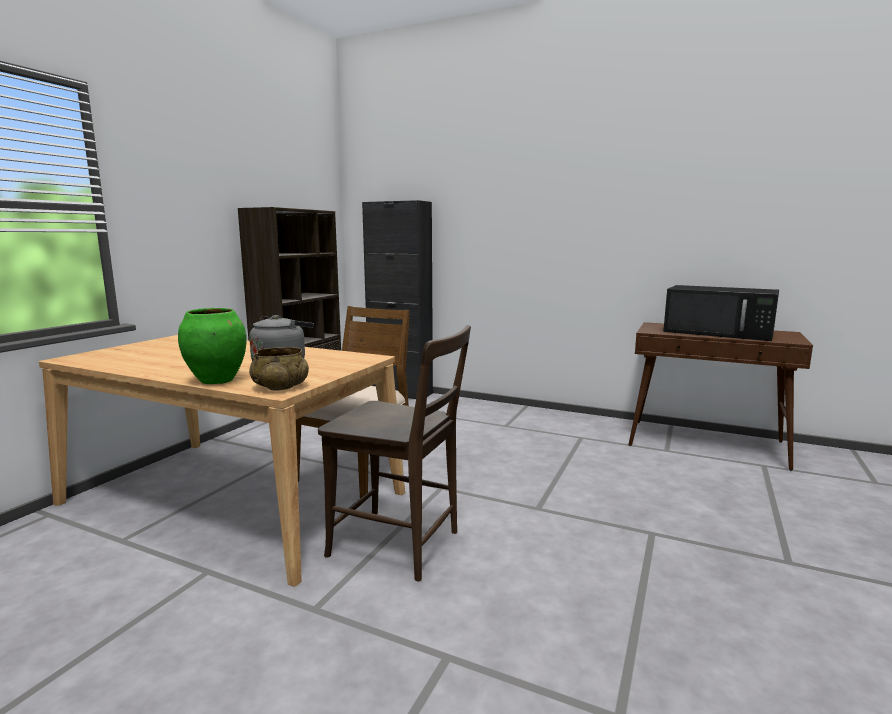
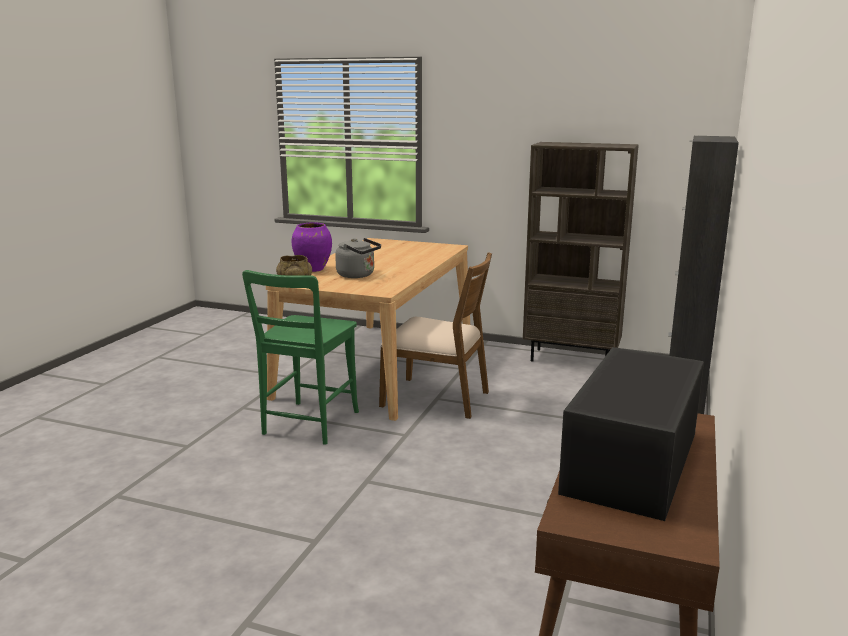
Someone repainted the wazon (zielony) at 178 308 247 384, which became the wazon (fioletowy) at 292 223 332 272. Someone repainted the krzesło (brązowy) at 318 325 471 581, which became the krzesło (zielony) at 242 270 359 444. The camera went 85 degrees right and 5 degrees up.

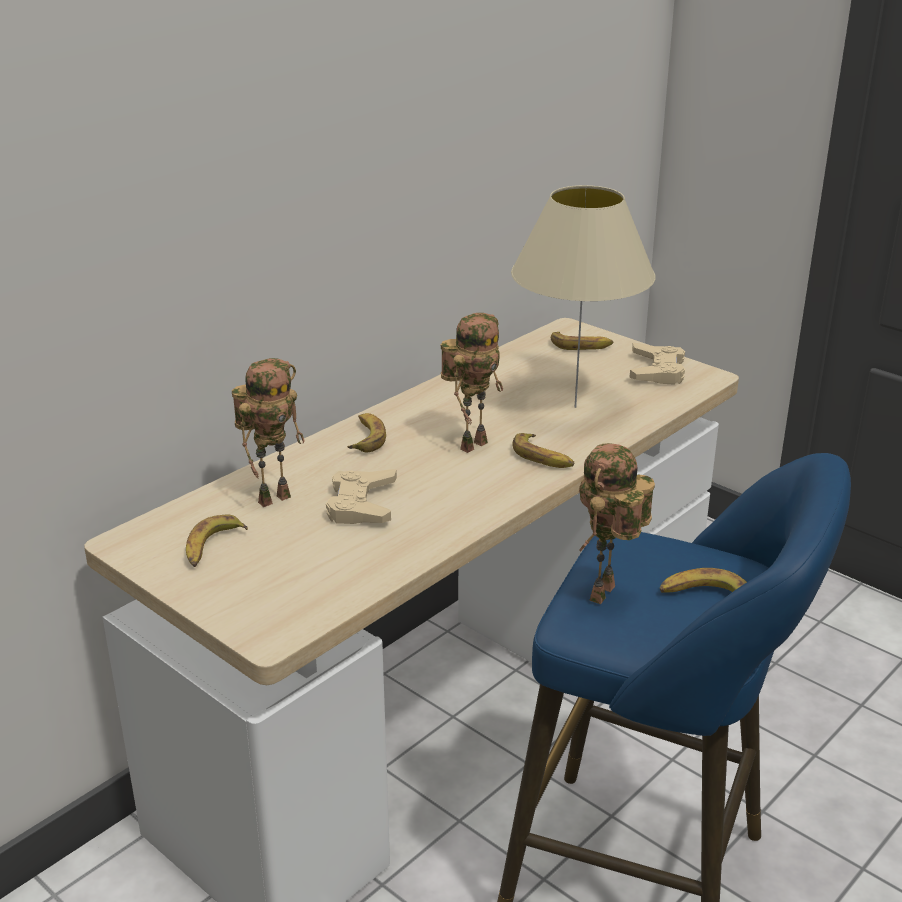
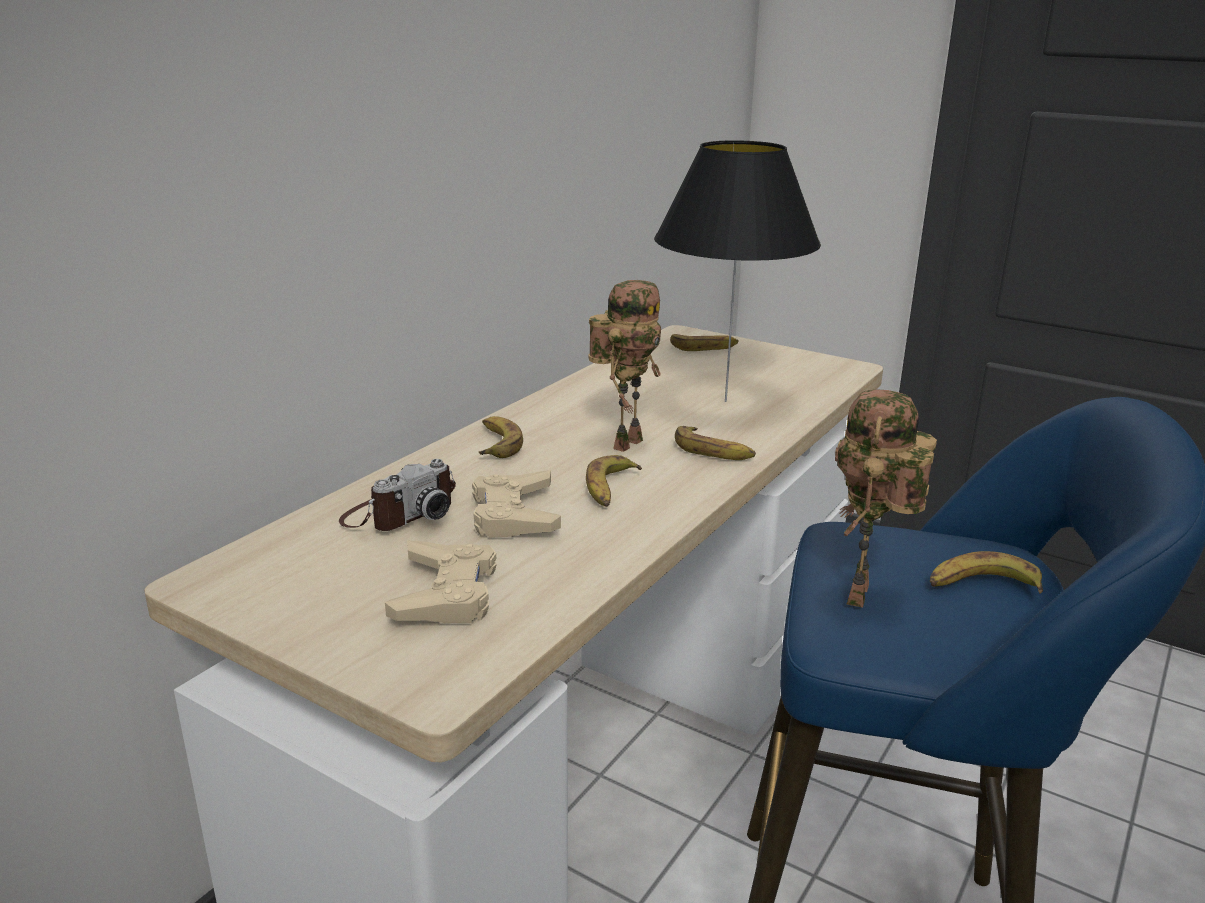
Someone repainted the lampa stołowa (beżowy) at 511 185 655 408, which became the lampa stołowa (czarny) at 654 140 821 402. Someone carried the pad do gier (beżowy) from 629 342 685 385 to 385 541 497 623. Someone swapped the robot zabawkowy at 232 358 305 507 for the aparat fotograficzny at 339 459 456 531. Someone carried the banan from 186 514 248 567 to 586 455 642 507. The camera went 10 degrees left and 5 degrees down.

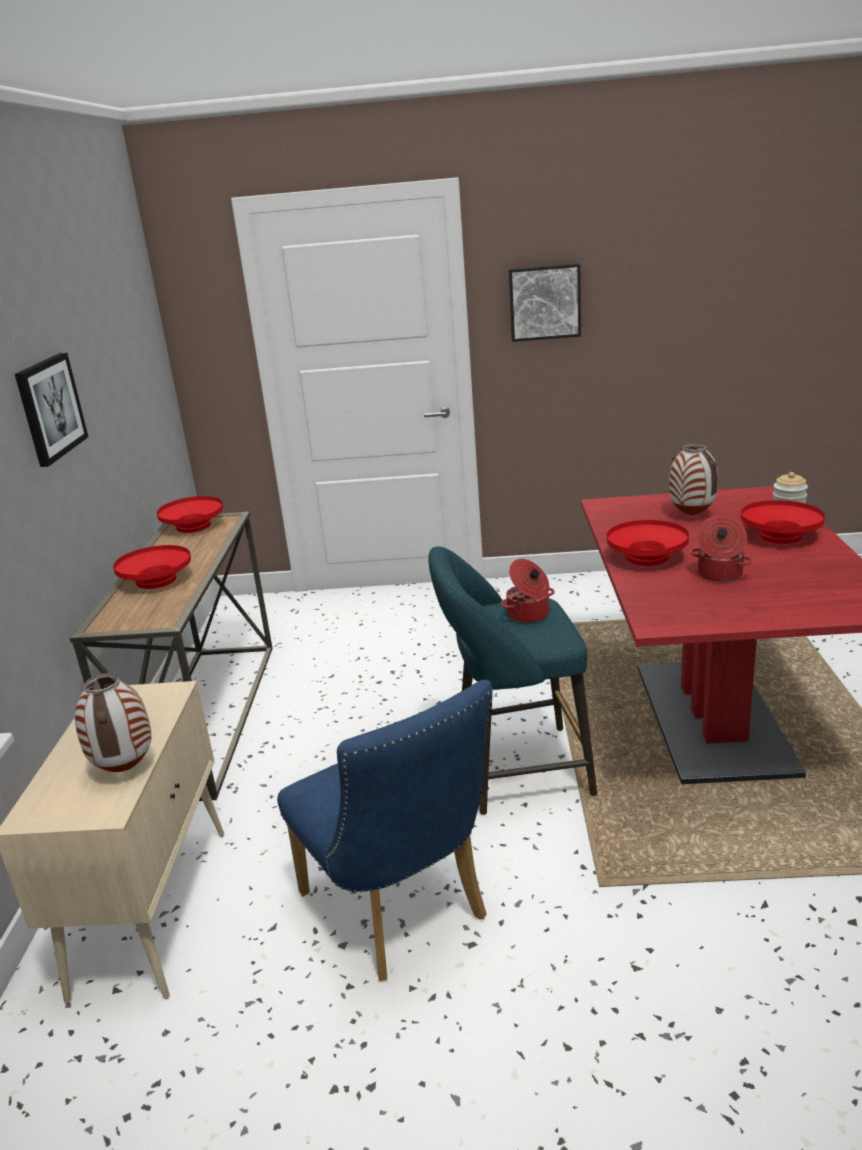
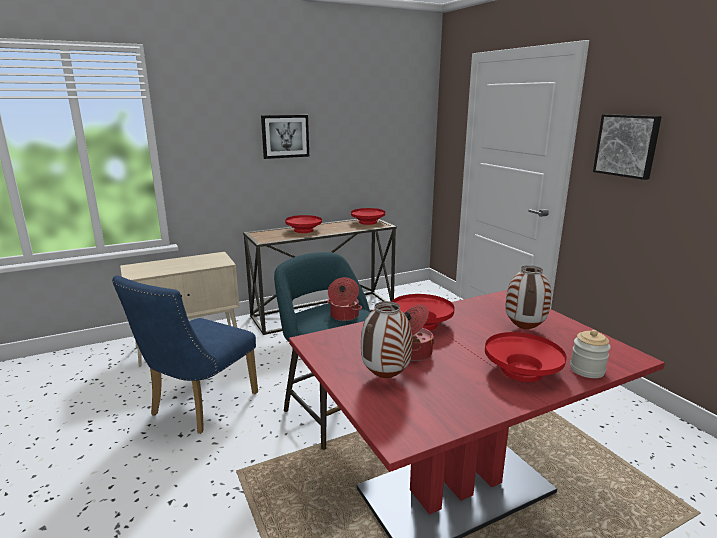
Someone carried the wazon from 75 673 151 772 to 361 301 412 378. The camera went 60 degrees right and 5 degrees down.

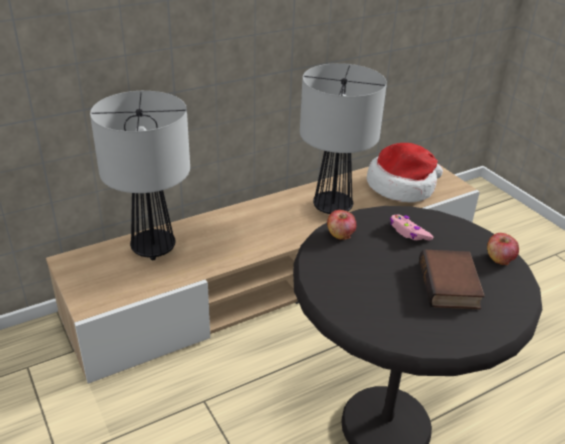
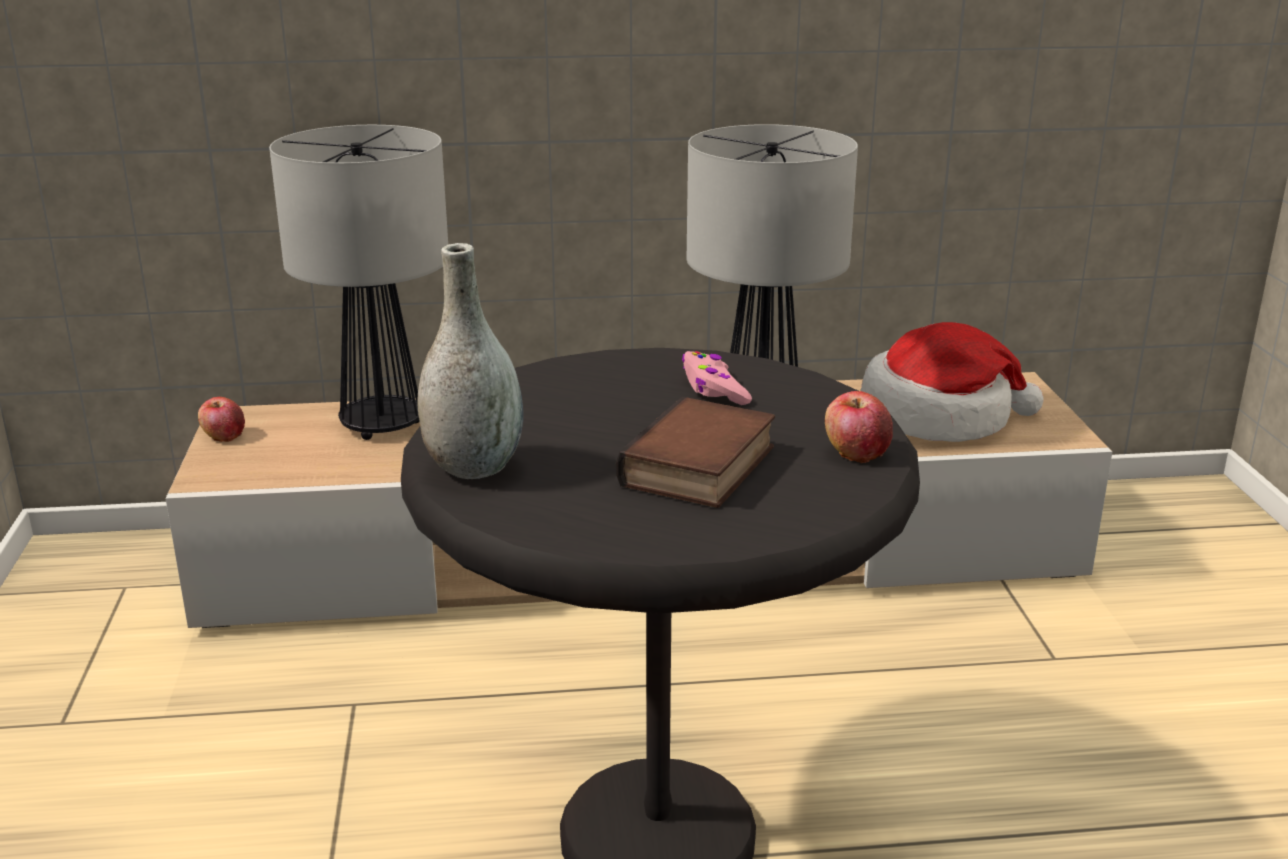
Someone carried the jabłko from 327 210 357 240 to 198 397 245 442. Someone put down the wazon (szary) at 418 243 523 479. The camera went 25 degrees right and 10 degrees down.

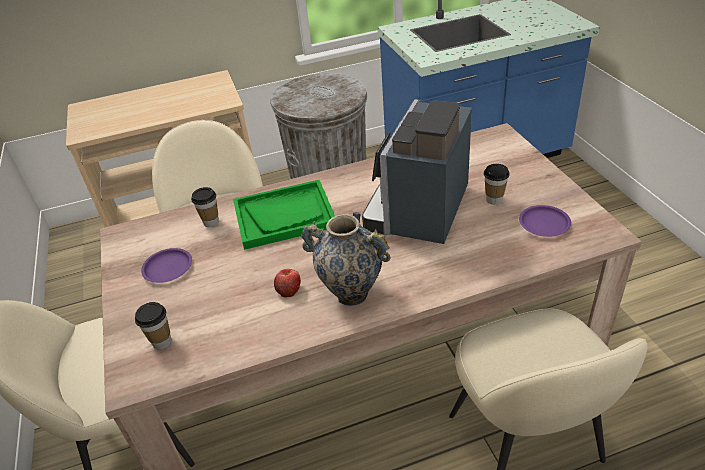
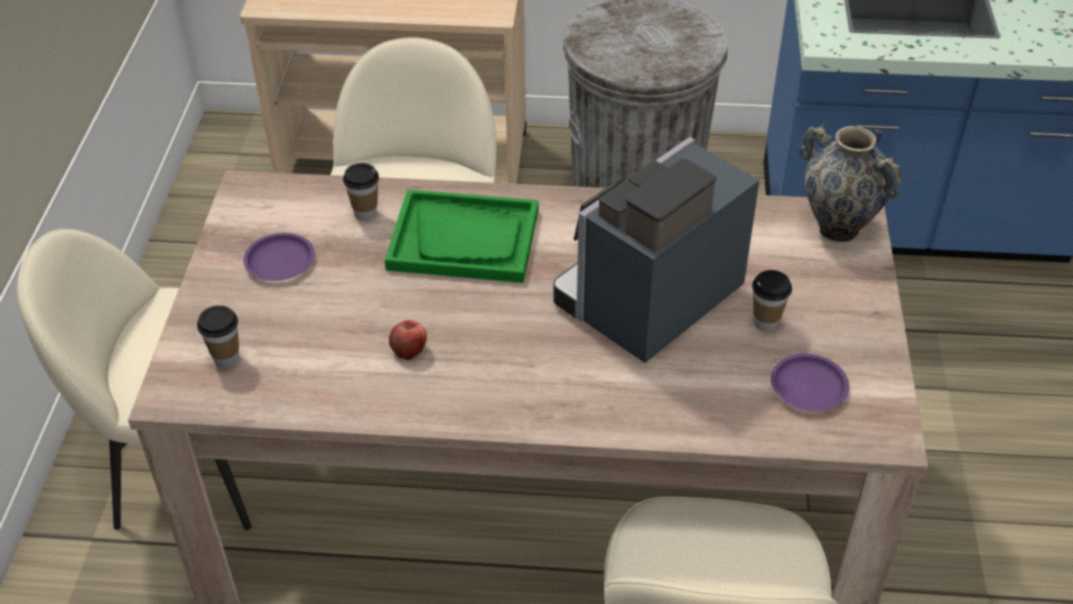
Someone carried the wazon from 301 212 391 306 to 799 124 902 242. The camera went 20 degrees right and 5 degrees up.

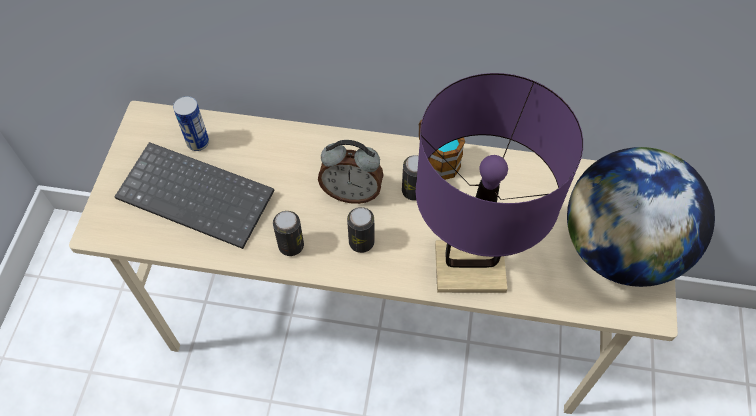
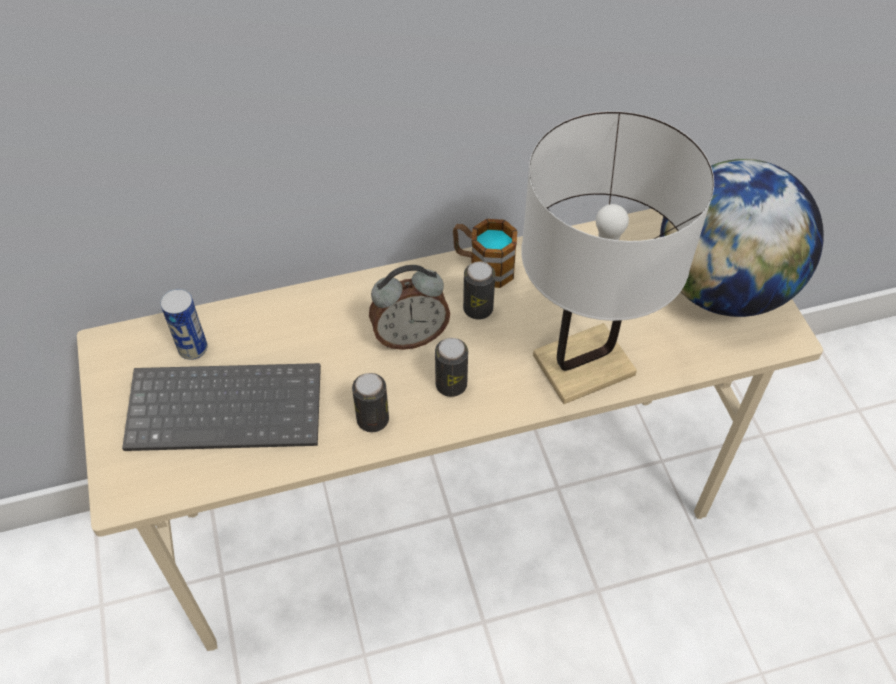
Someone repainted the lampa stołowa (fioletowy) at 416 73 583 293, which became the lampa stołowa (biały) at 521 111 714 404. The camera went 25 degrees left and 5 degrees down.

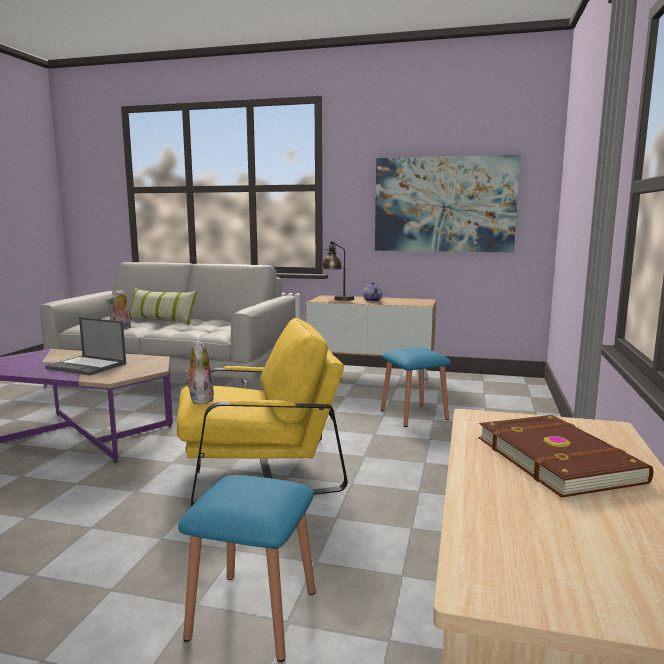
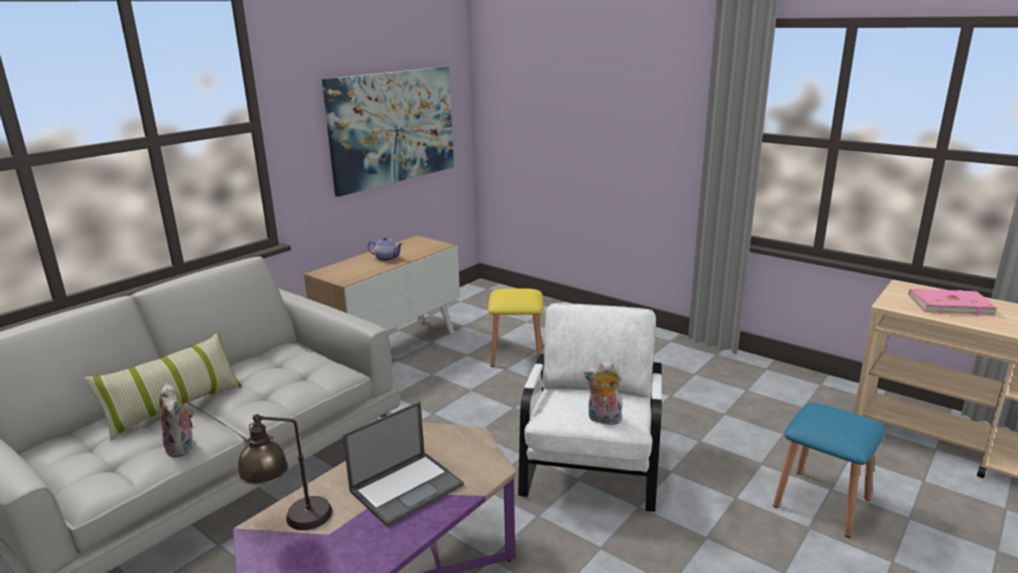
Someone carried the lampa stołowa from 322 241 354 301 to 237 414 332 530. Someone repainted the fotel (żółty) at 177 318 347 506, which became the fotel (biały) at 518 303 662 512. Someone repainted the stołek (niebieski) at 381 347 451 427, which became the stołek (żółty) at 488 288 543 367. Someone repainted the książka (brązowy) at 479 415 653 498, which became the książka (różowy) at 908 289 997 315. The camera went 65 degrees left and 10 degrees up.

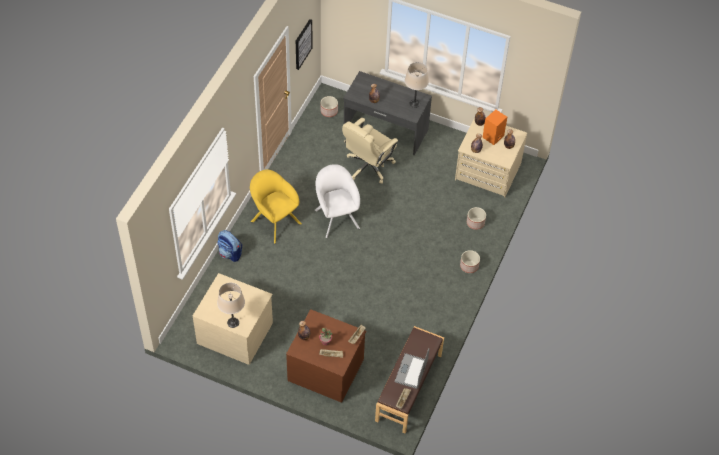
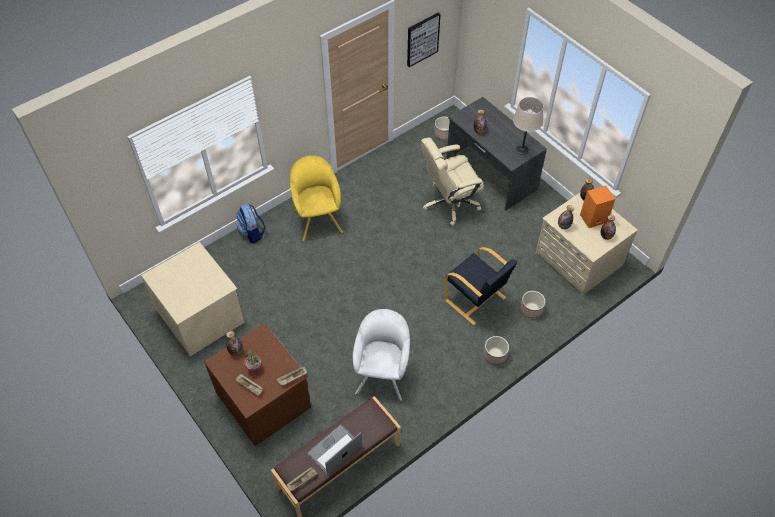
Someone carried the fotel (biały) from 315 164 360 238 to 353 309 410 401. Someone took away the lampa stołowa (beżowy) at 217 283 245 328. Someone put down the fotel (czarny) at 444 247 518 326. The camera went 30 degrees right and 0 degrees up.

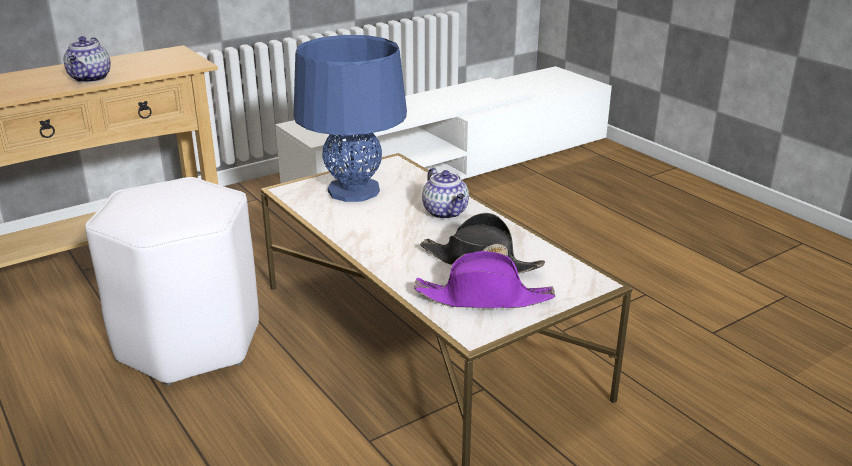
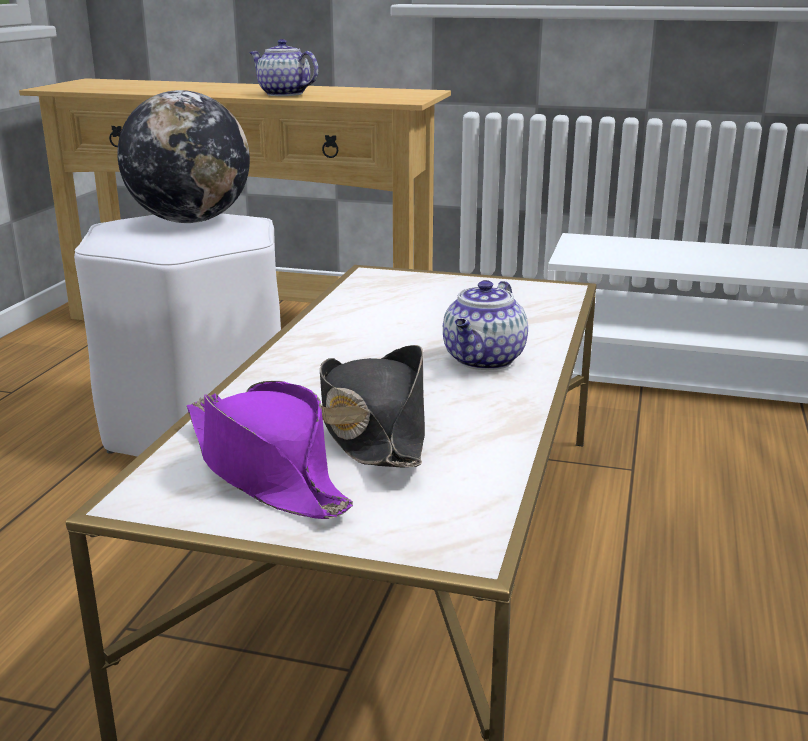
Someone took away the lampa stołowa (niebieski) at 294 35 407 202. Someone rotated the imbryk at 64 36 111 83 by 75 degrees clockwise. Someone put down the globus at 117 90 250 223. The camera went 50 degrees right and 5 degrees down.

